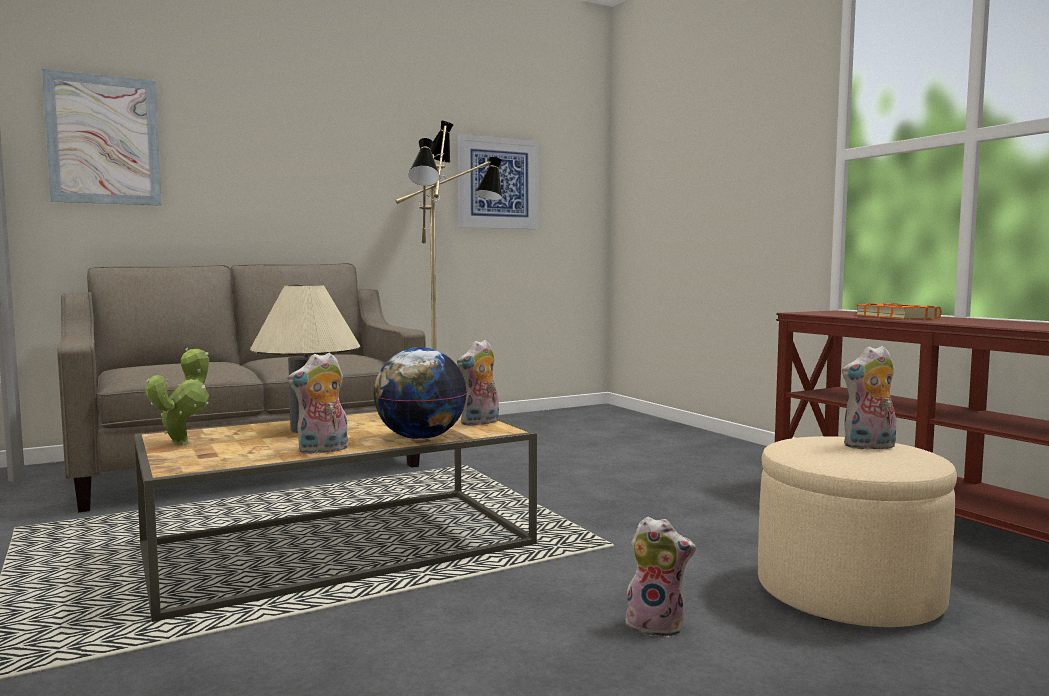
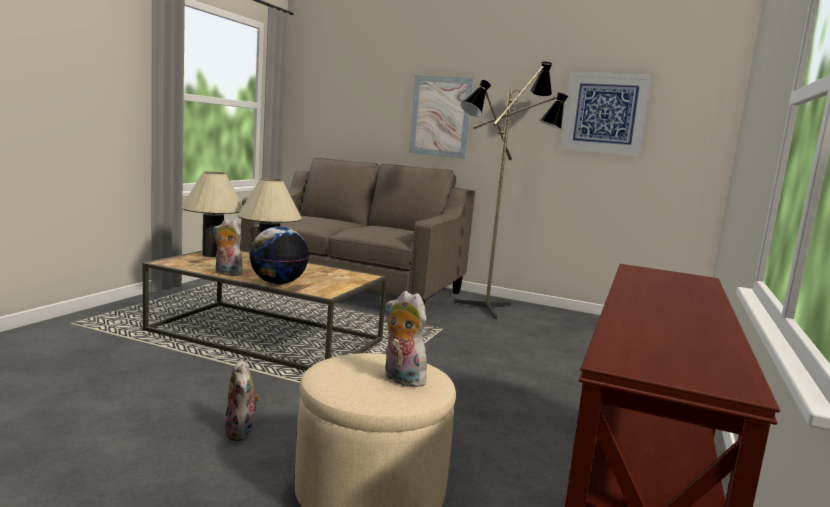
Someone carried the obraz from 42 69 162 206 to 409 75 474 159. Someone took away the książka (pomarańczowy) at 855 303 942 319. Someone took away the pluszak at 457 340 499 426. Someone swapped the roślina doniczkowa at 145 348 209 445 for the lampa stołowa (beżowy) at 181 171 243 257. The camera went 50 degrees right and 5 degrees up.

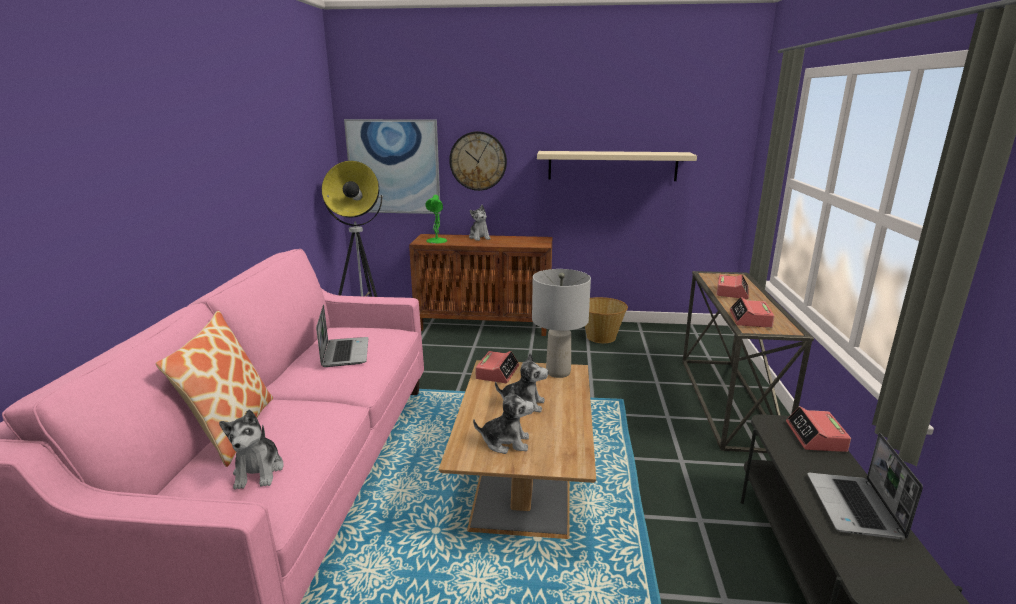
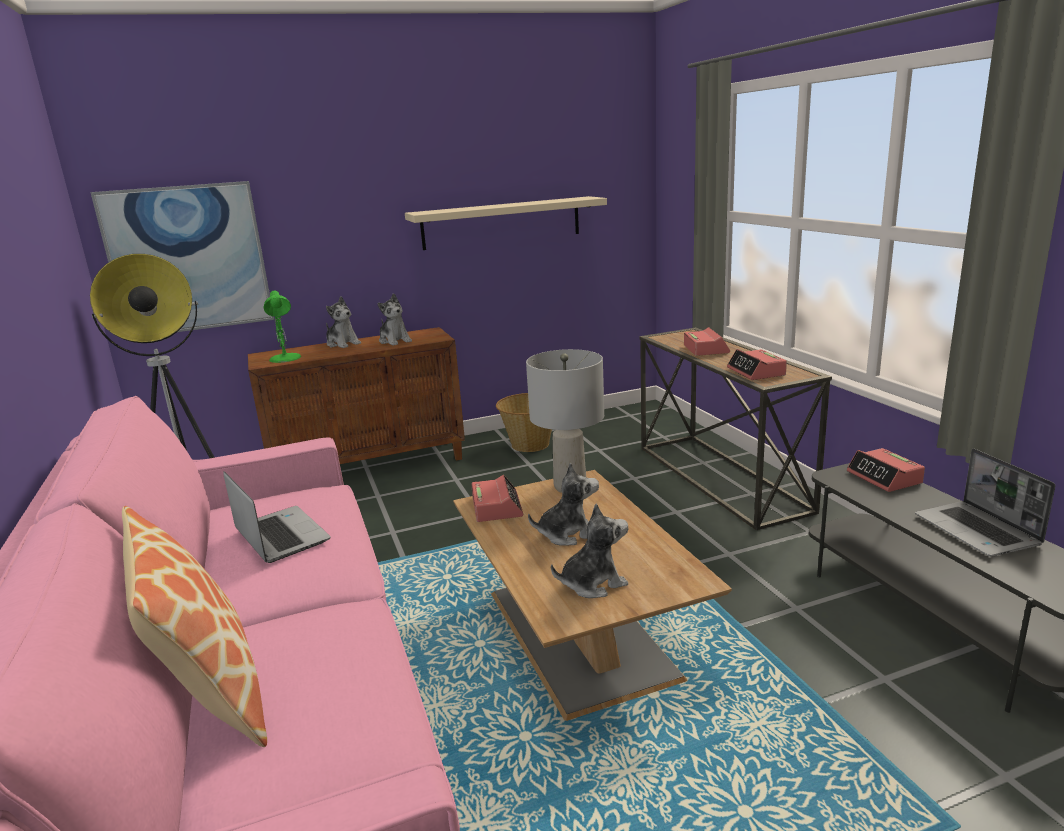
Someone took away the zegar ścienny at 449 131 507 191. Someone carried the pluszak from 219 409 284 490 to 377 293 412 346. The camera went 25 degrees left and 0 degrees up.

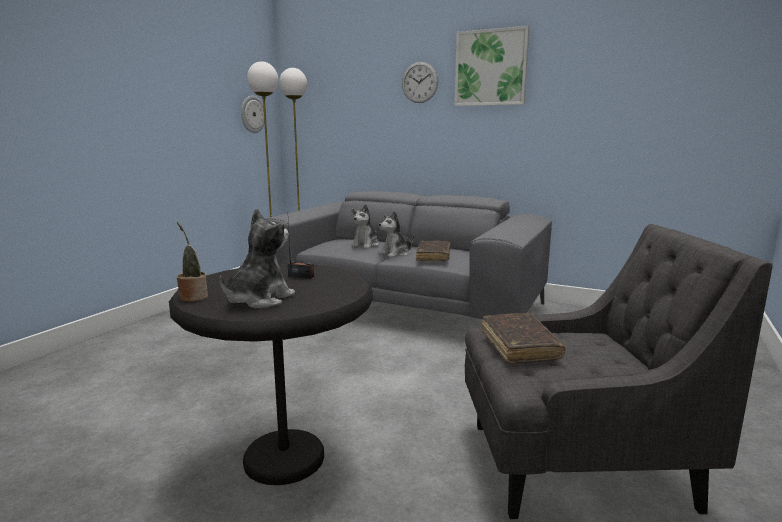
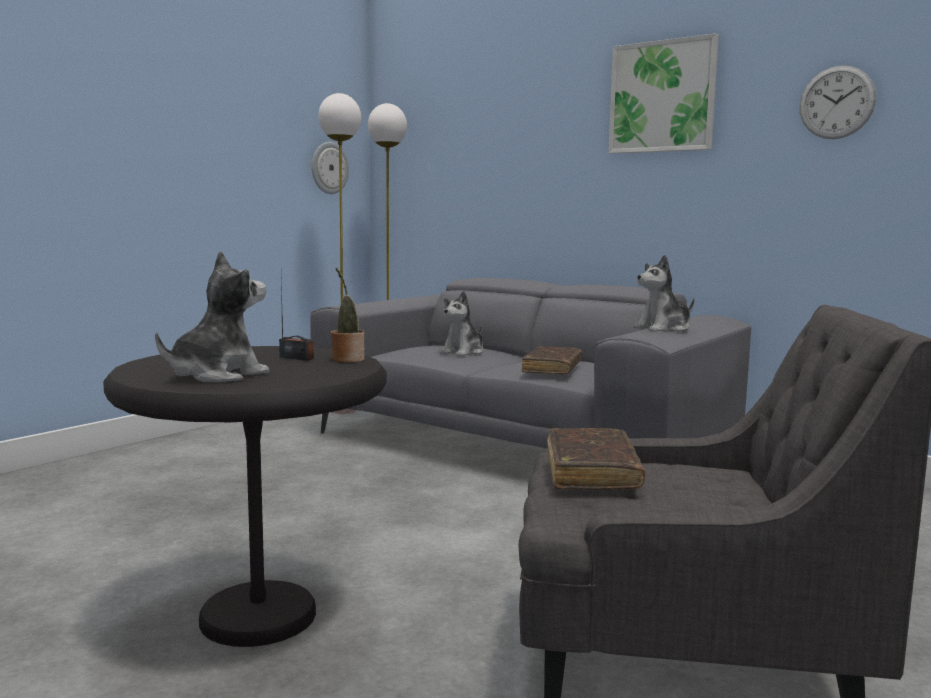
Someone carried the zegar ścienny from 402 62 438 103 to 799 66 876 139. Someone carried the pluszak from 379 211 414 258 to 633 255 694 332. Someone carried the roślina doniczkowa from 177 222 208 302 to 331 267 364 363. The camera went 10 degrees right and 5 degrees down.

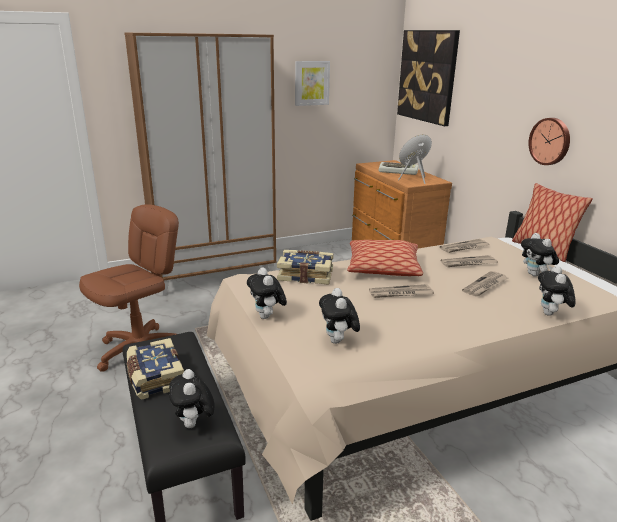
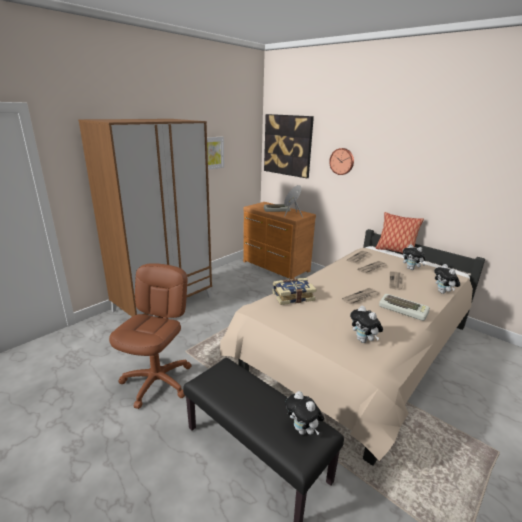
Someone carried the zegar ścienny from 529 118 570 165 to 329 148 354 175. Someone took away the poduszka at 347 240 423 276. Someone took away the pluszak at 247 267 287 319. Someone took away the książka at 127 338 184 400. Someone put down the klawiatura at 379 294 430 321. The camera went 25 degrees left and 0 degrees up.

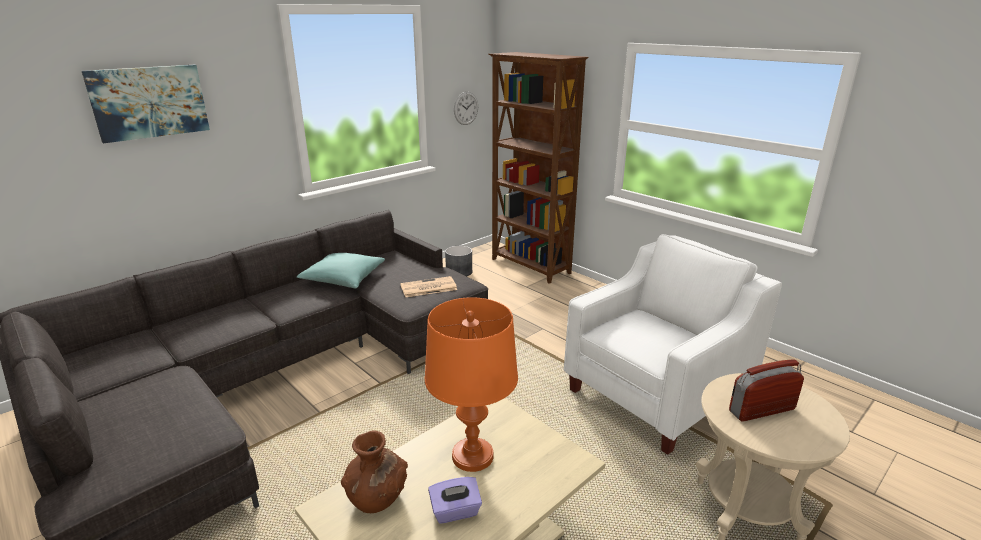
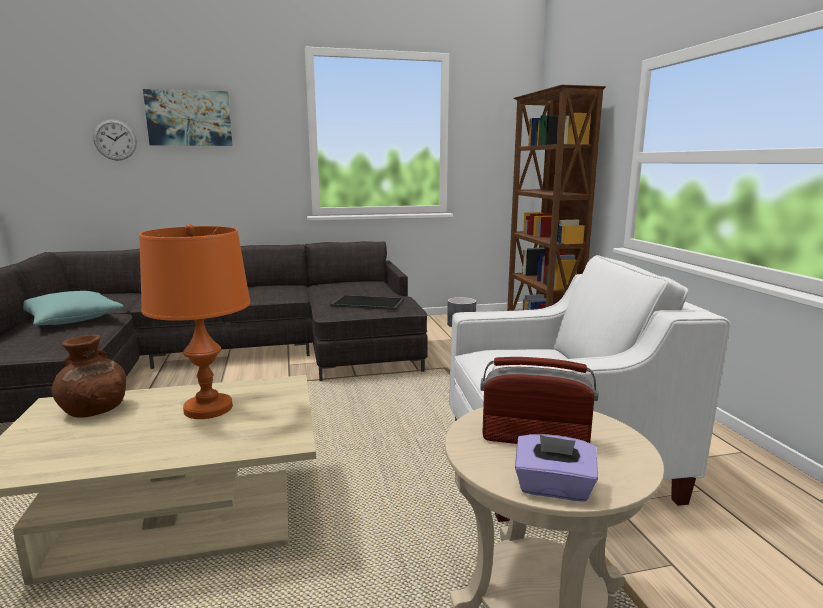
Someone carried the zegar ścienny from 454 92 478 125 to 93 120 137 161. Someone carried the poduszka (turkusowy) from 297 253 385 289 to 23 291 124 325. Someone swapped the gazeta at 400 276 457 297 for the taca at 330 295 404 310. Someone carried the pudełko chusteczek (fioletowy) from 428 477 482 524 to 515 434 598 502. The camera went 30 degrees right and 10 degrees down.

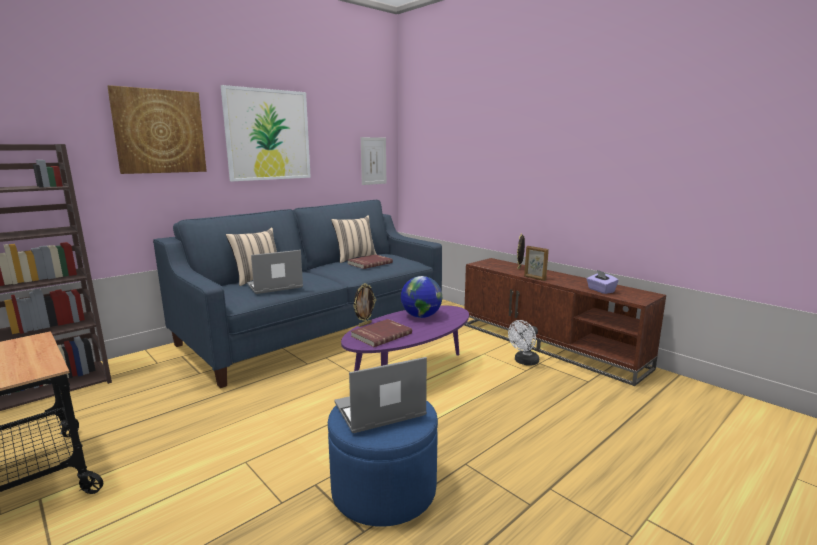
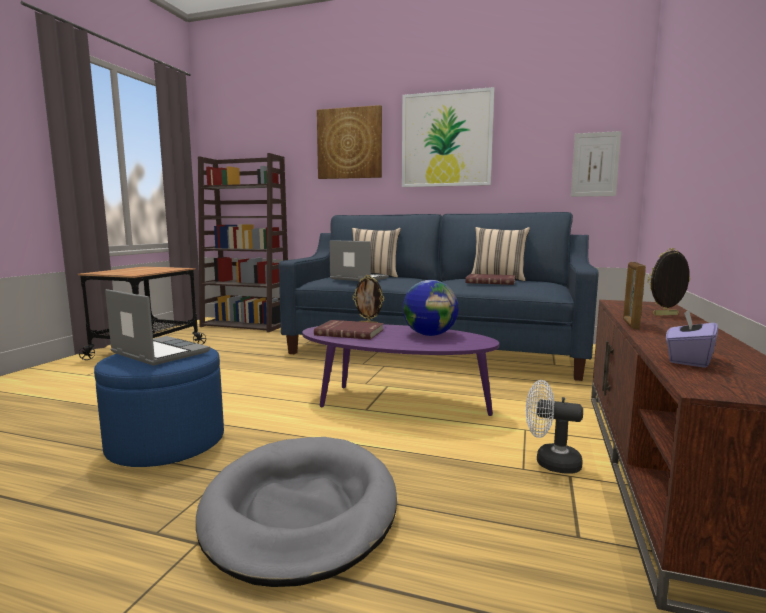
Someone put down the legowisko (szary) at 196 437 397 587. The camera went 60 degrees right and 5 degrees down.

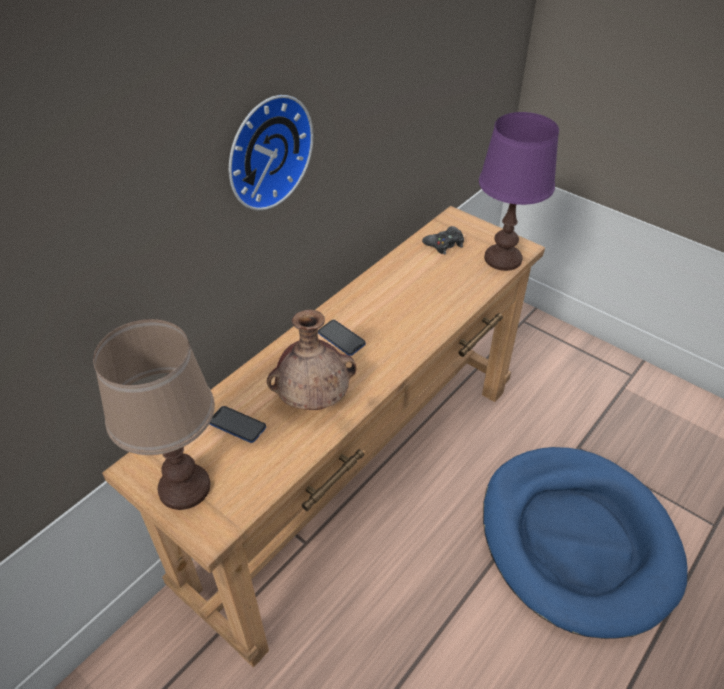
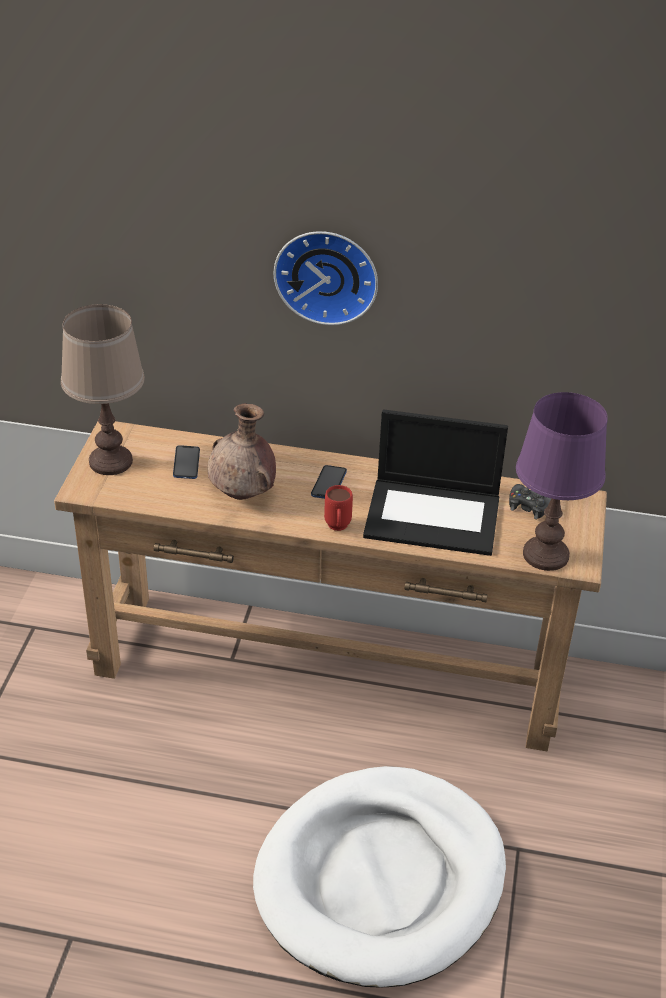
Someone repainted the legowisko (niebieski) at 483 447 688 639, which became the legowisko (biały) at 253 766 506 988. Someone put down the laptop at 363 409 508 556. Someone put down the kubek (czerwony) at 324 485 353 531. The camera went 60 degrees right and 5 degrees down.

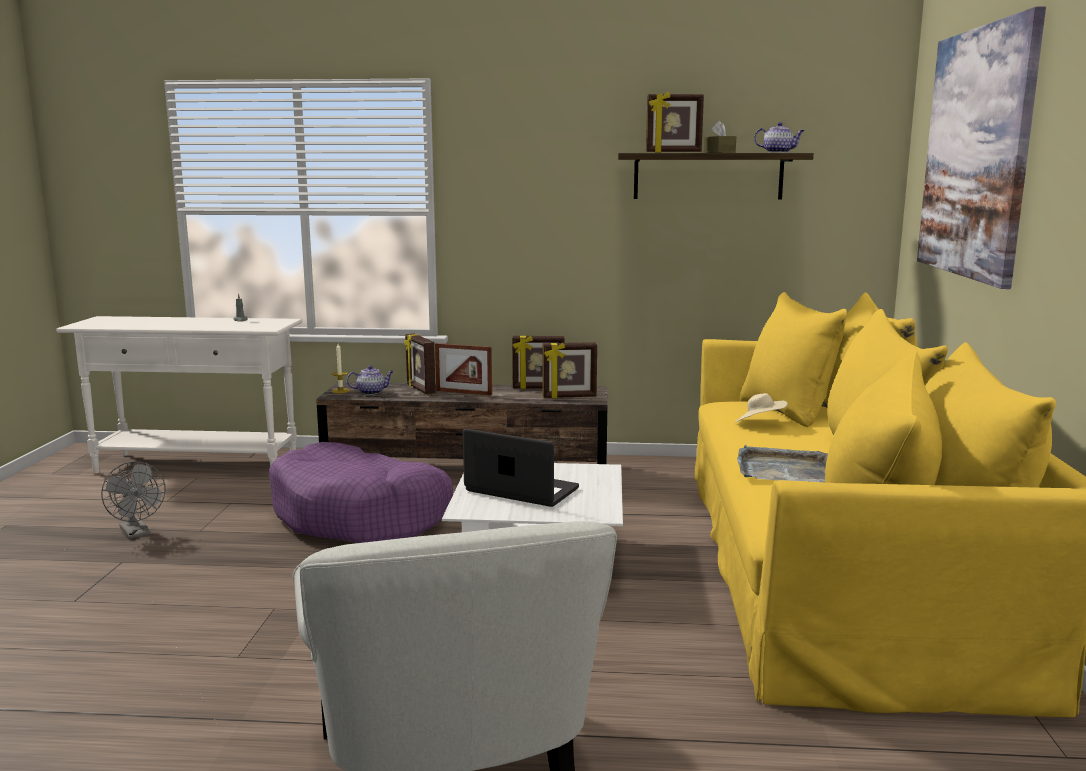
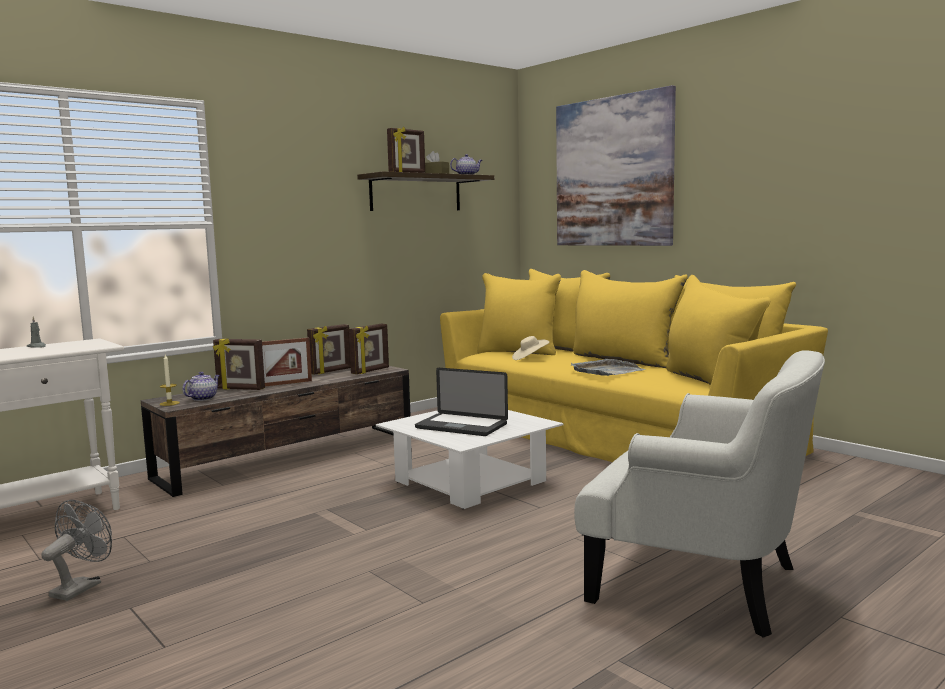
Someone rotated the laptop at 463 429 579 507 by 135 degrees counterclockwise. Someone took away the legowisko (fioletowy) at 269 442 453 543. Someone rotated the wentylator (szary) at 101 461 166 539 by 75 degrees counterclockwise. The camera went 45 degrees left and 5 degrees down.

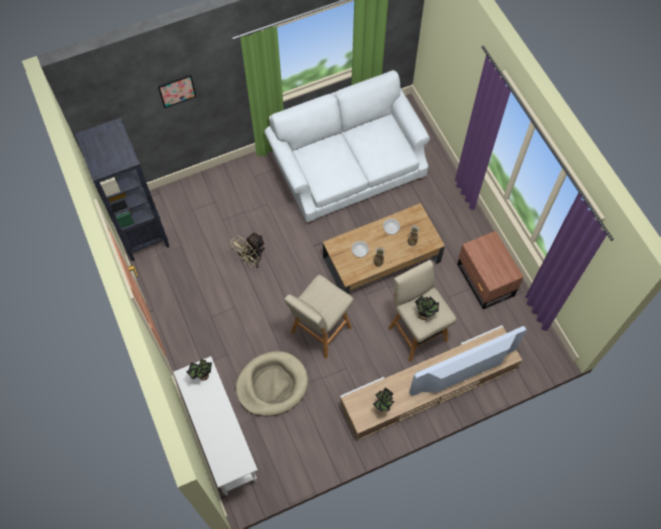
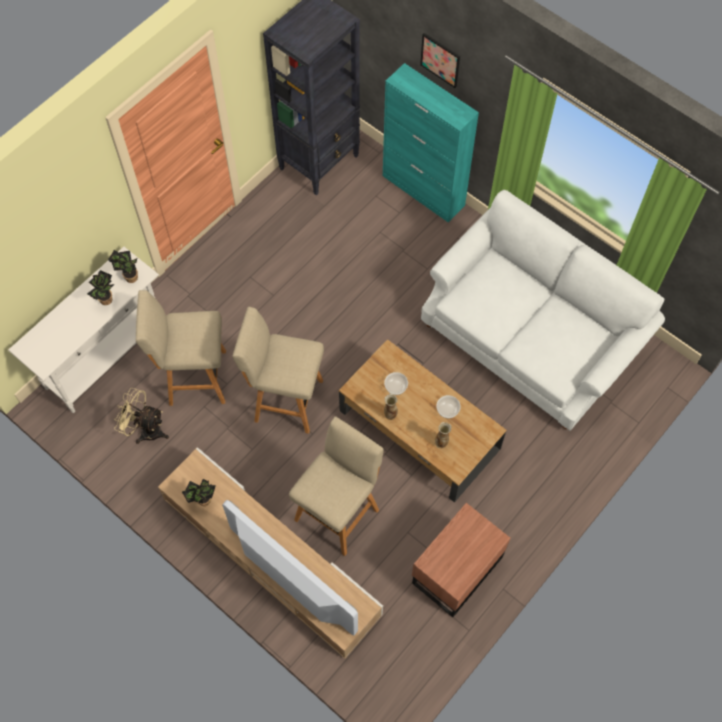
Someone carried the wentylator (beżowy) from 230 233 265 268 to 114 388 169 444. Someone carried the roślina doniczkowa from 415 296 439 320 to 87 270 114 305. Someone swapped the legowisko (beżowy) at 236 351 308 416 for the stołek (beżowy) at 136 290 226 406. Someone put down the szafka (turkusowy) at 383 63 479 222. The camera went 65 degrees right and 0 degrees up.

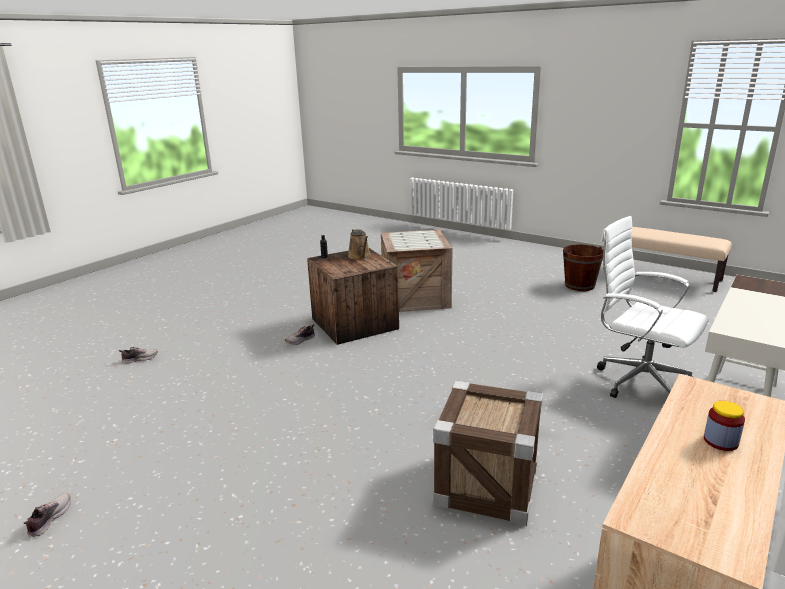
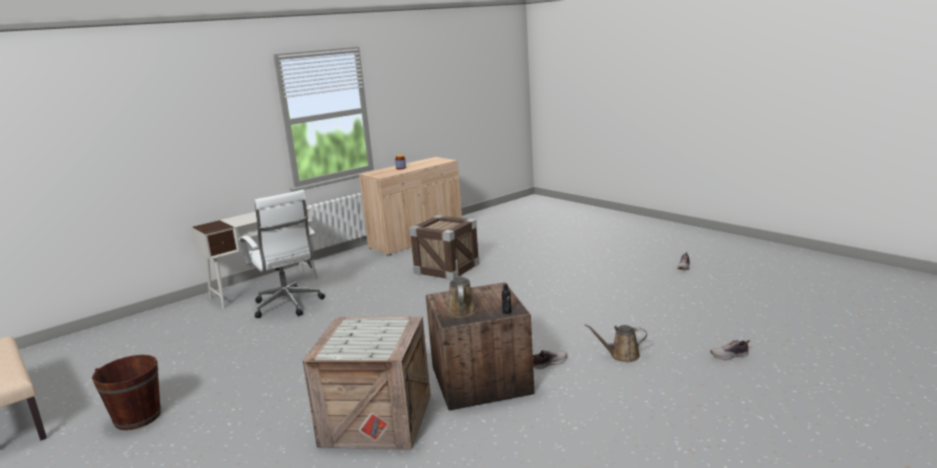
Someone put down the konewka (brązowy) at 585 324 647 362. The camera went 165 degrees left and 5 degrees down.

